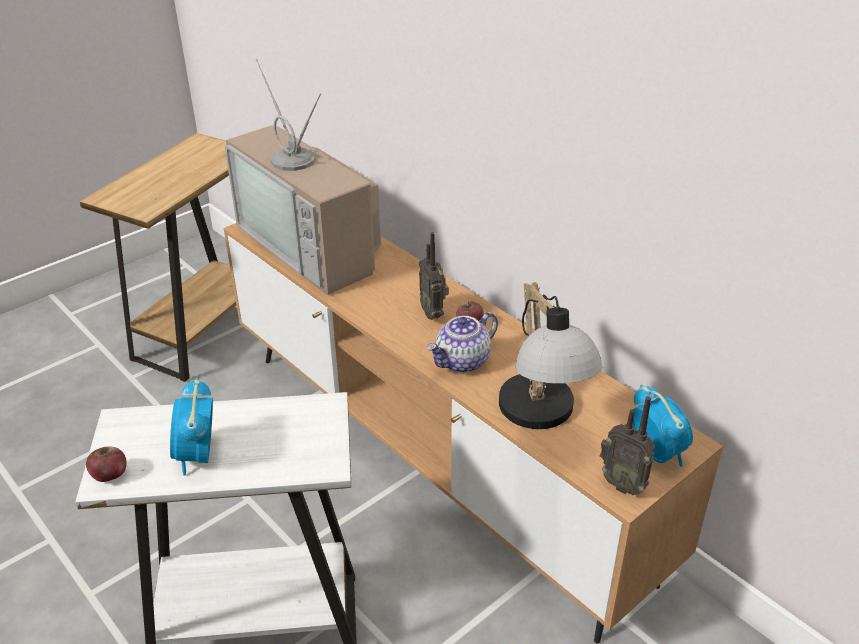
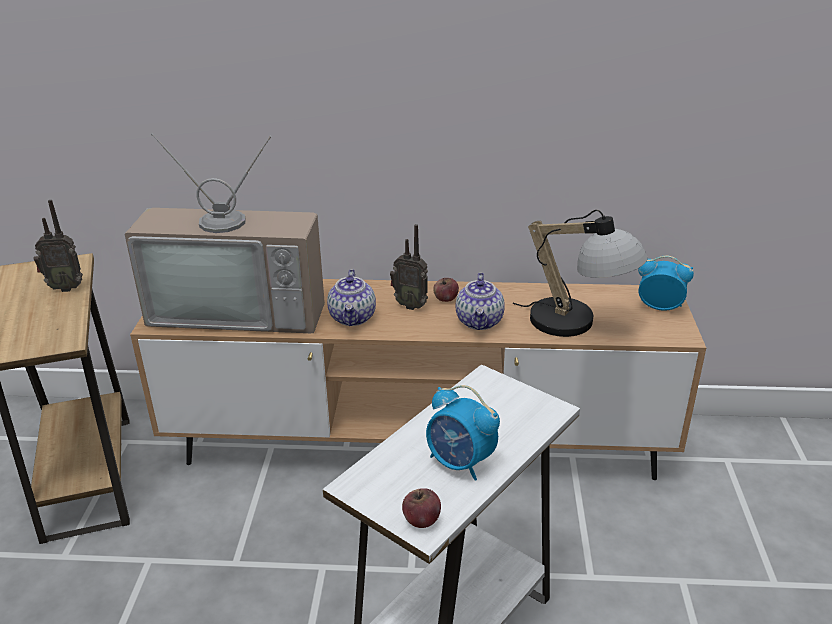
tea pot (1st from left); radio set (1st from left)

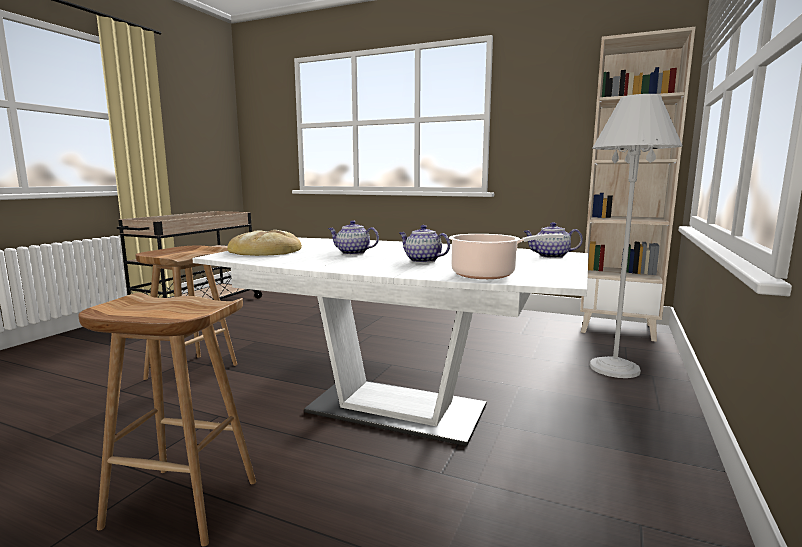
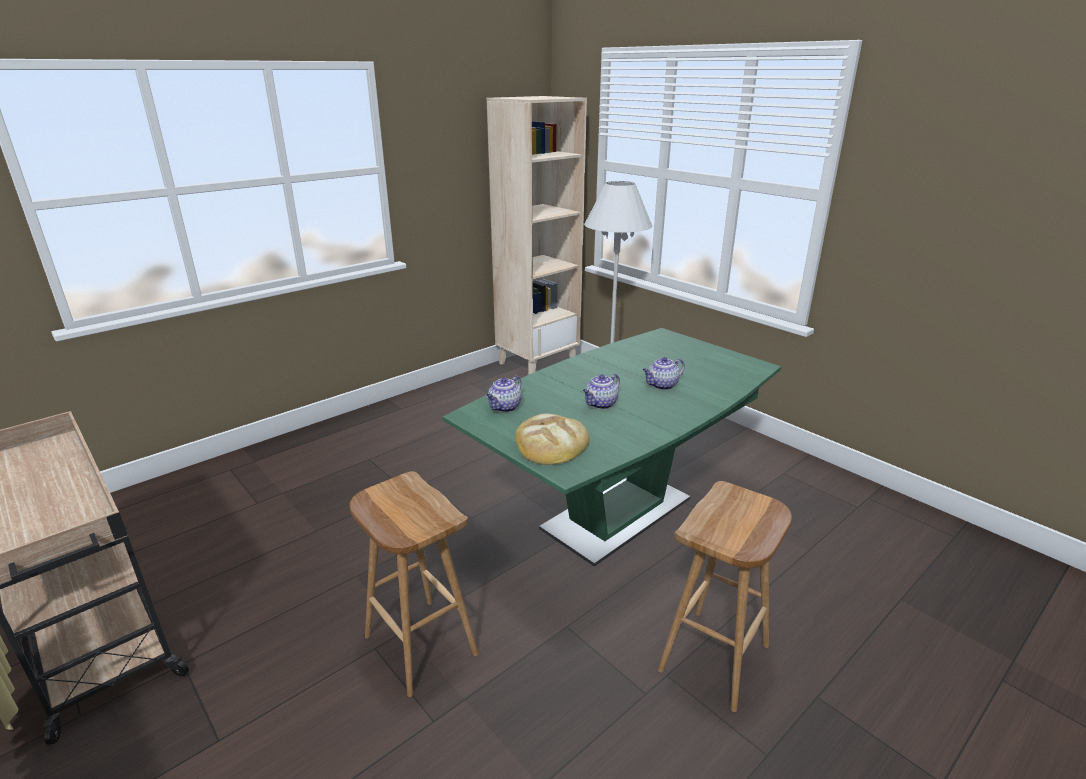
saucepot; tea pot (1st from left); greenish dining table

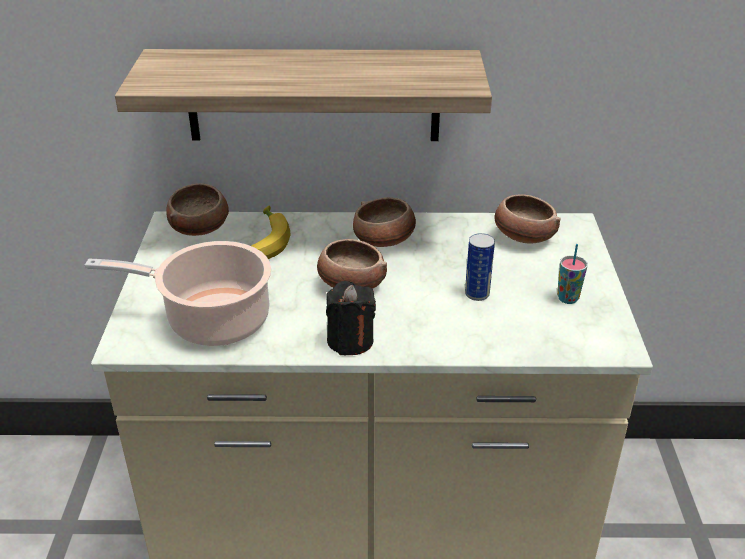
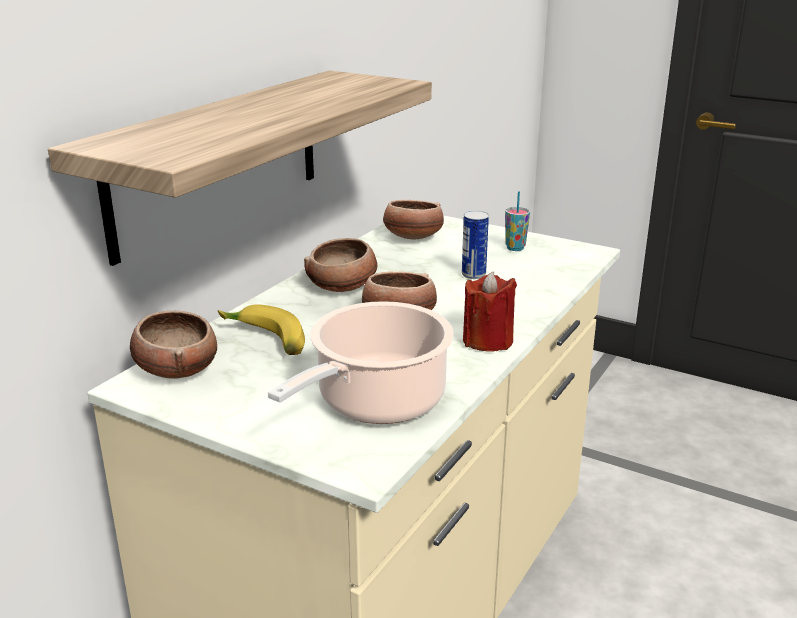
red wax candle

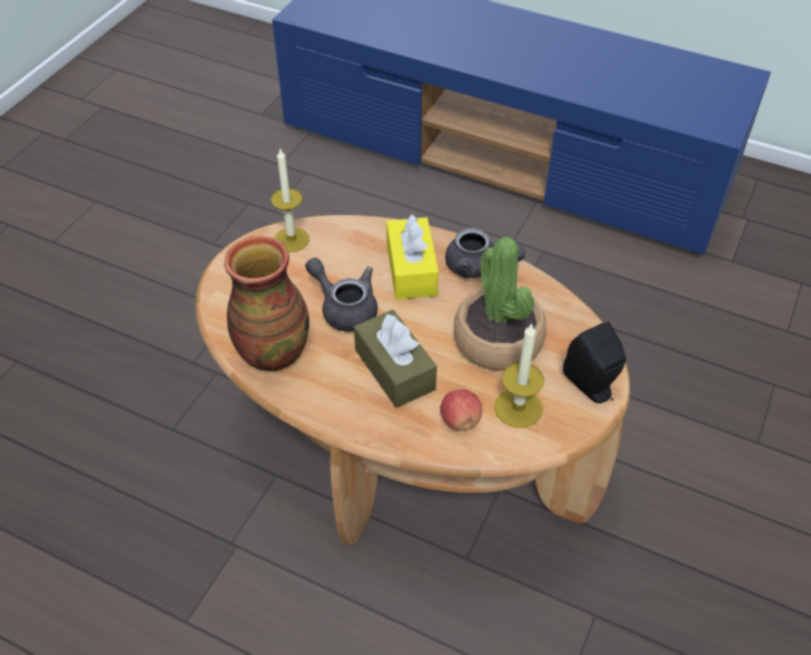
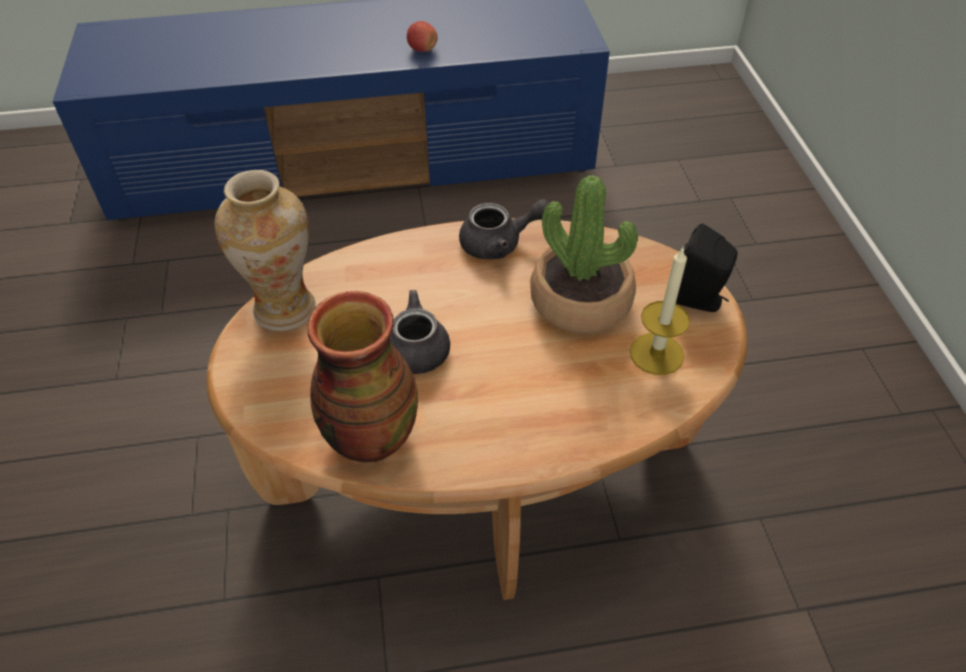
brownish tissue holder; yellow tissue holder; apple; flower vase (1st from left)

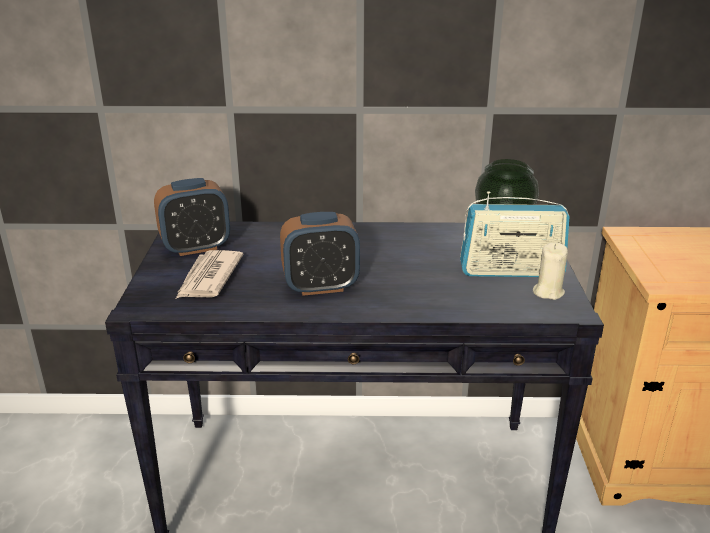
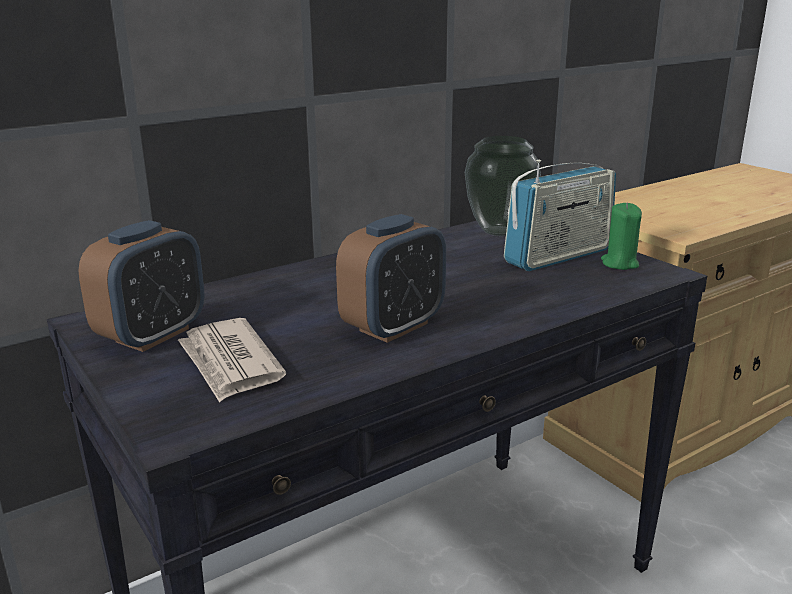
greenish wax candle

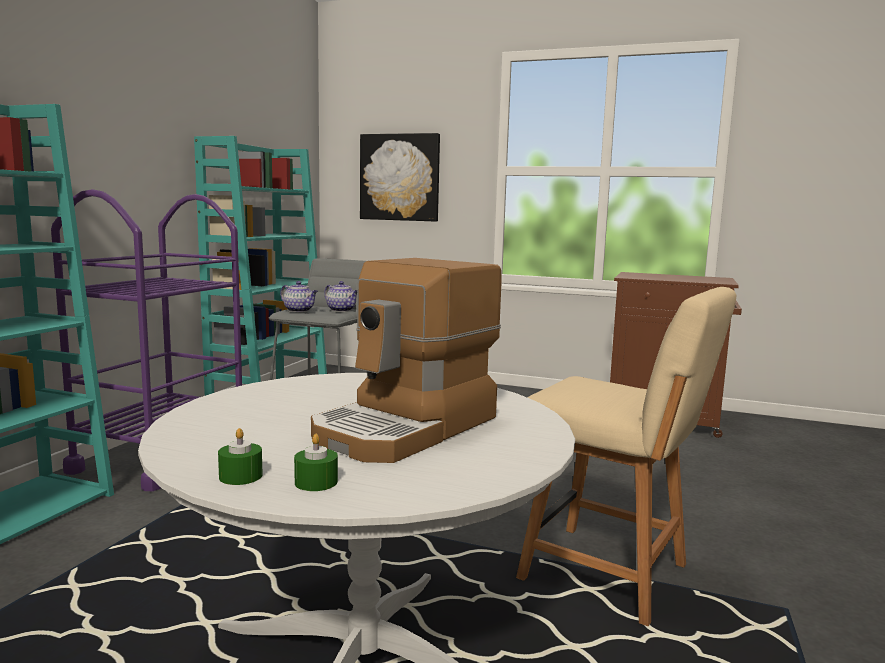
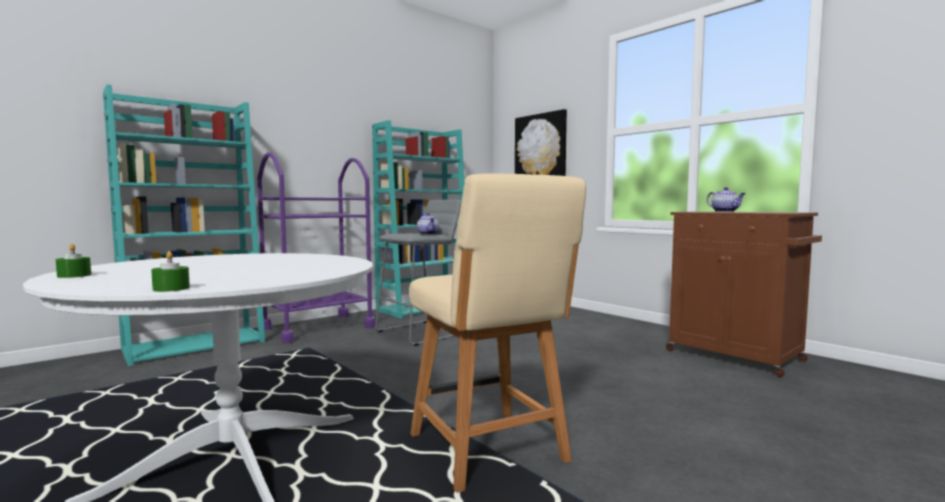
coffee maker; tea pot (2nd from left); greenish wax candle (2nd from left)

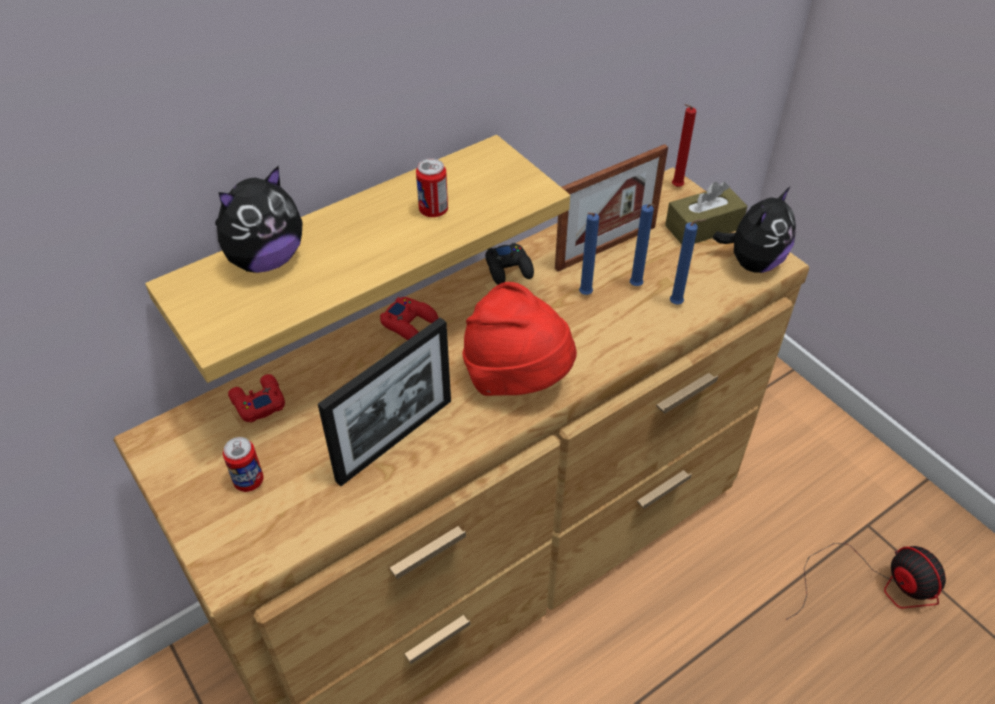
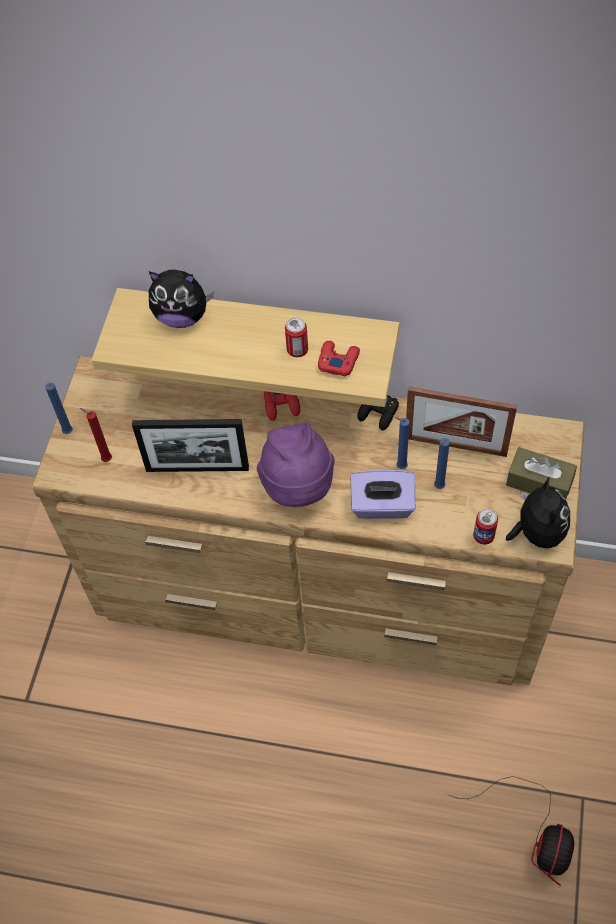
purplish tissue holder; metal can (2nd from left); red gamepad (2nd from left); blue wax candle (1st from left); red wax candle; purplish clothing hat; plush toy (2nd from left)

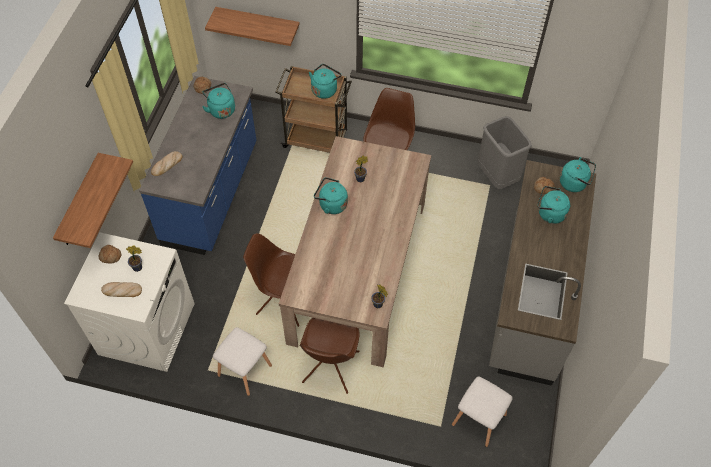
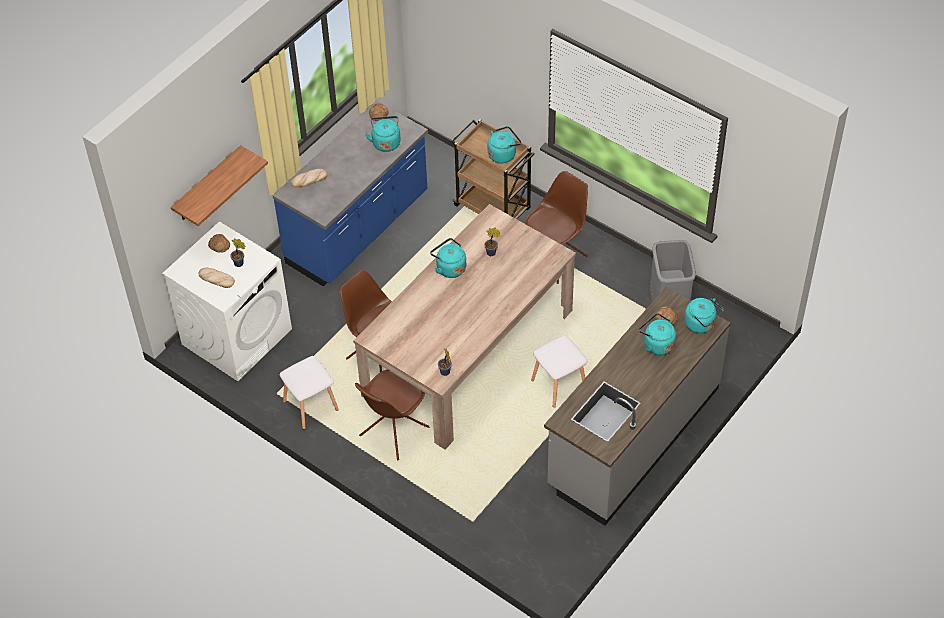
bracket shelf (2nd from left in the first image); white-coloured sitting stool (2nd from left)

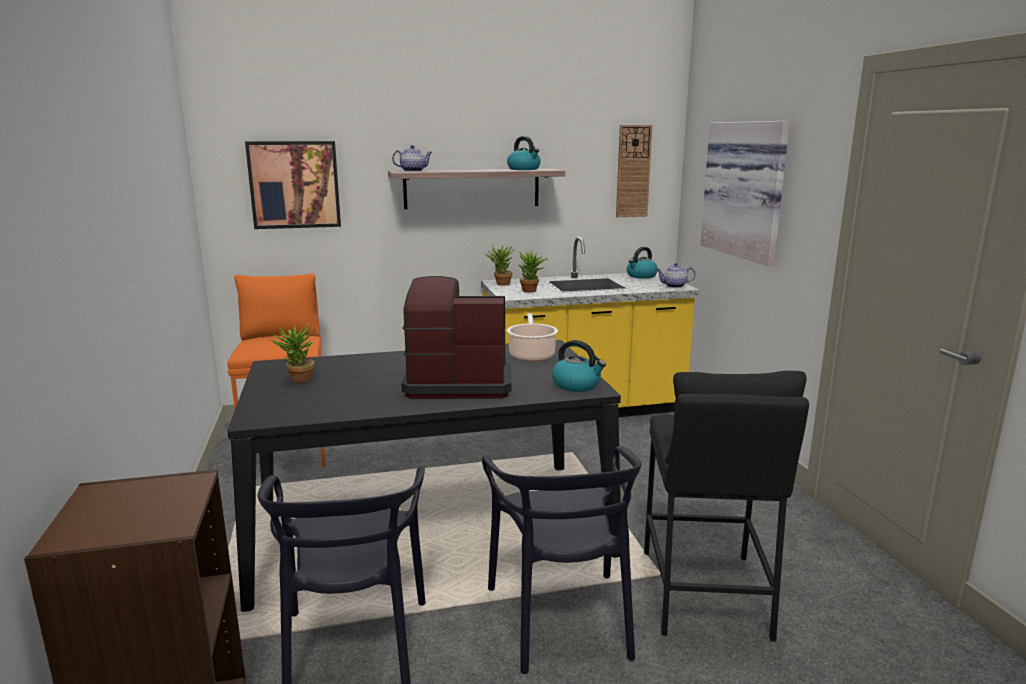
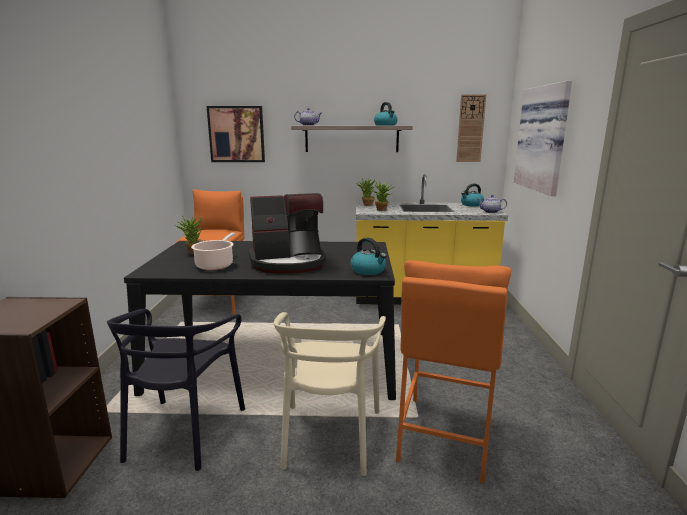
saucepot; beige upright chair; orangey sitting stool (2nd from left); coffee maker

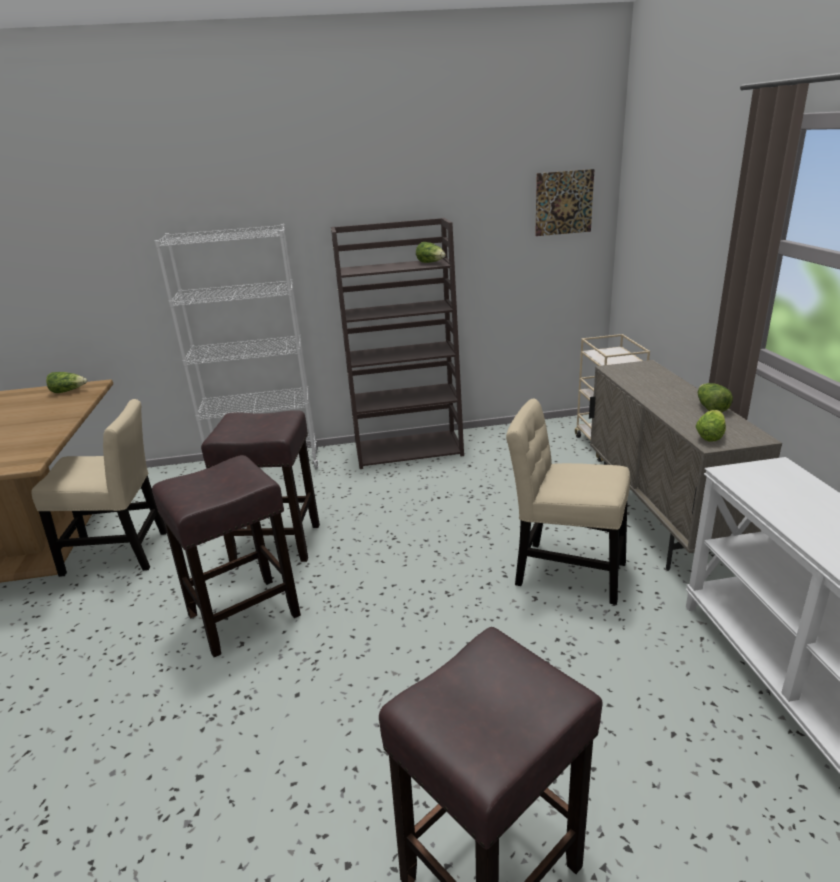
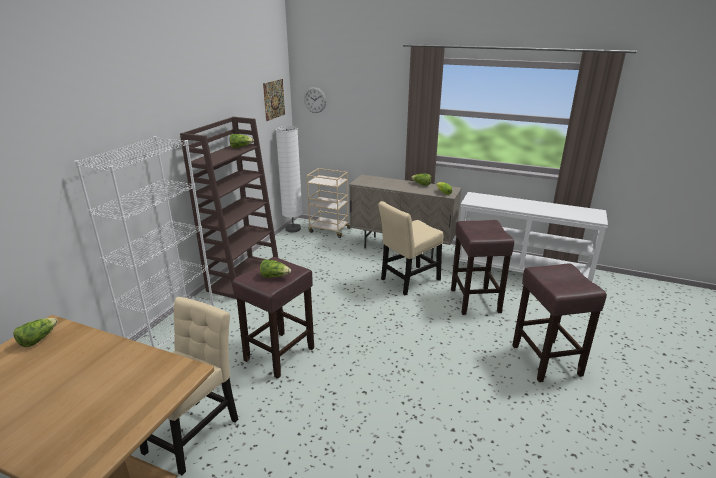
head of lettuce (3rd from left); white-coloured floor lamp; hanging clock; brownish sitting stool (2nd from left)

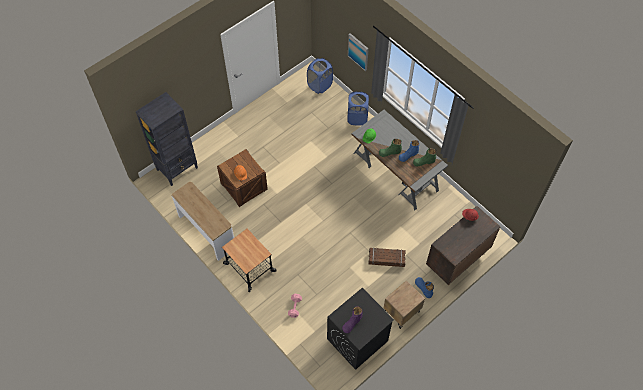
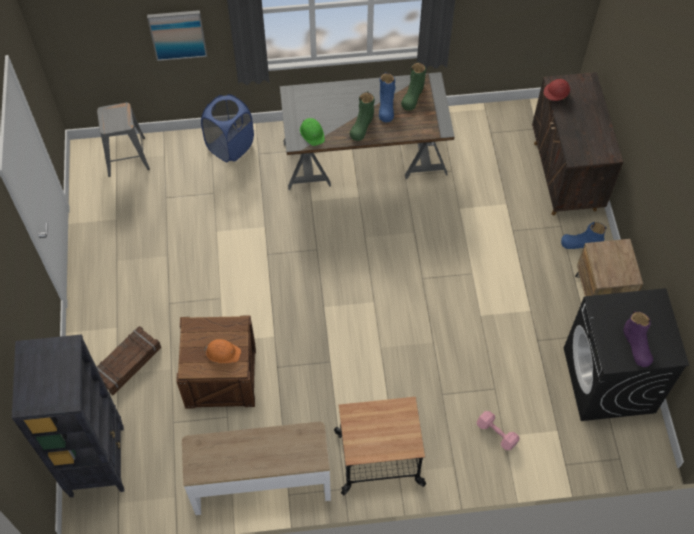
shipping crate (1st from left); greyish sitting stool

